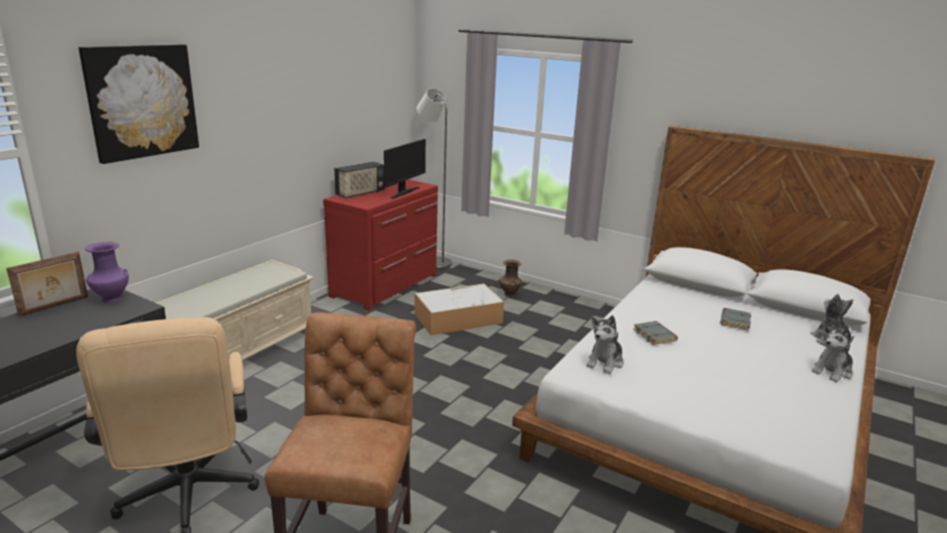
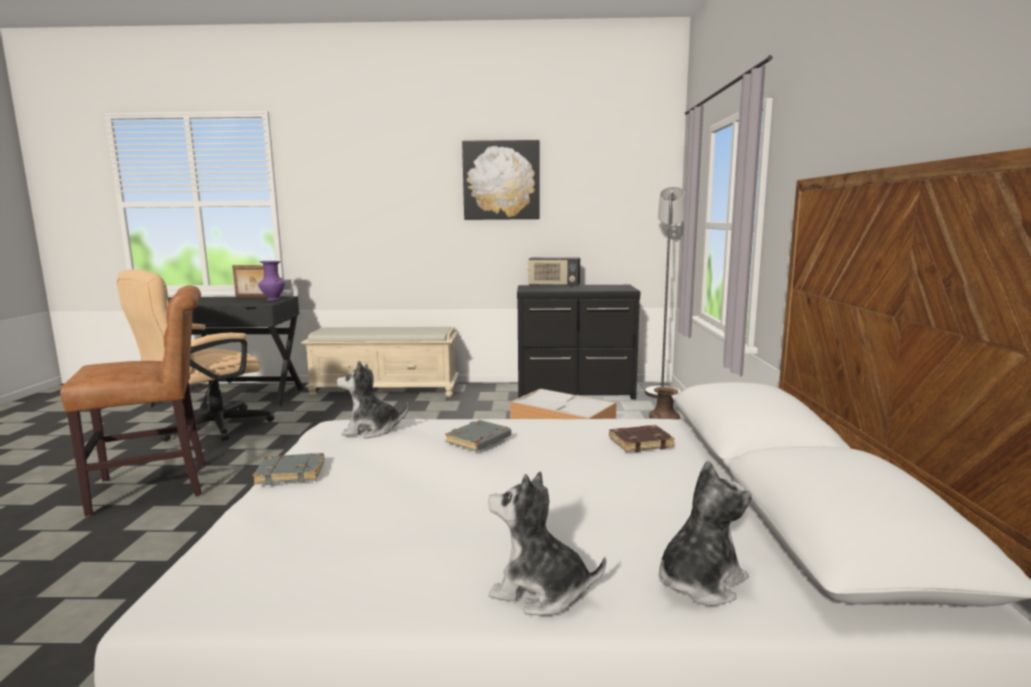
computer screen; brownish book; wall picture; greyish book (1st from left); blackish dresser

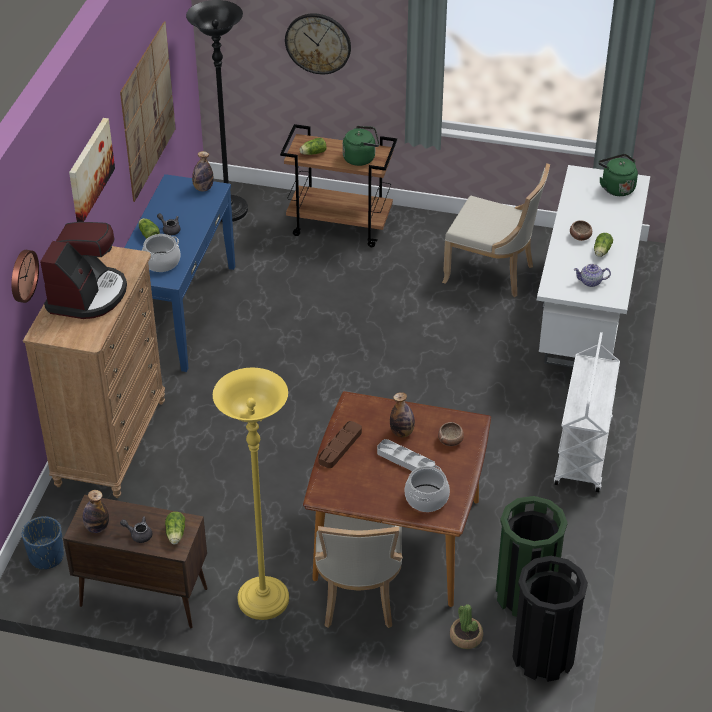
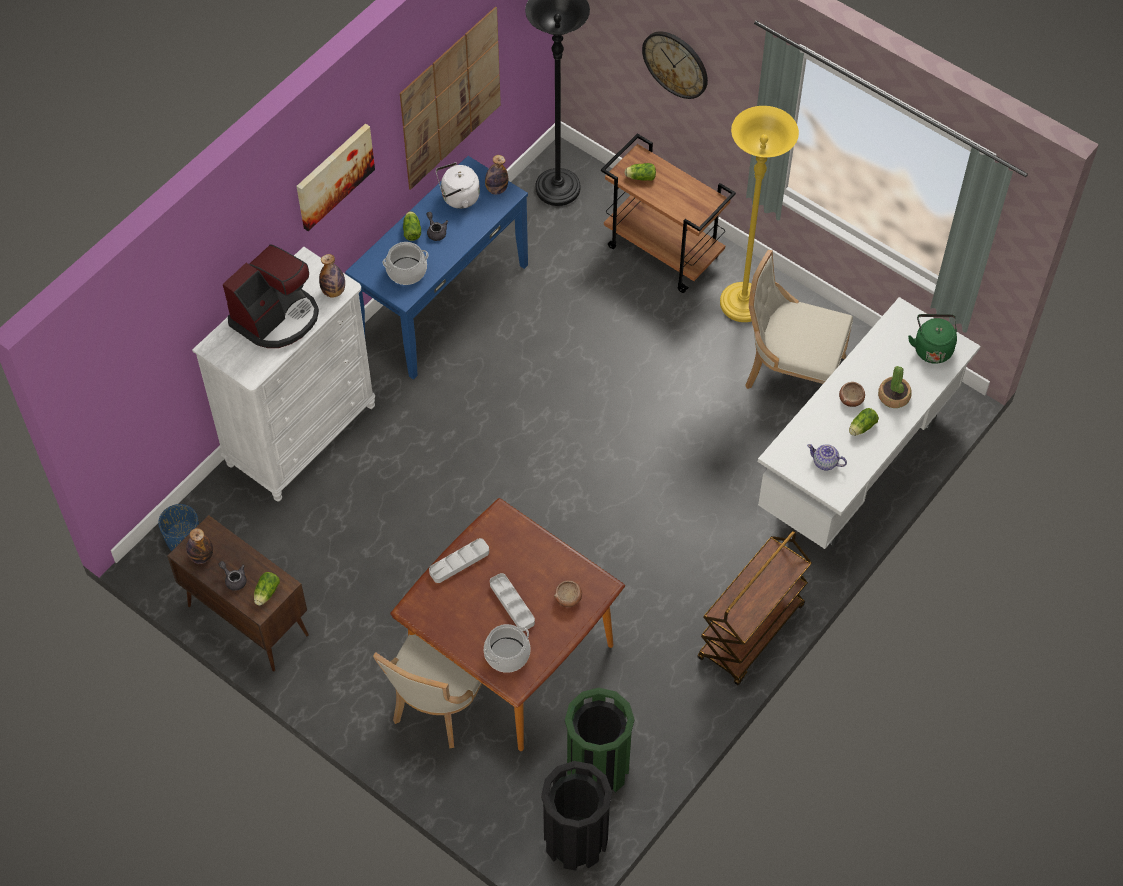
hanging clock (1st from left in the first image); greenish kettle (1st from left in the first image); white-coloured kettle; yellow floor lamp; bottle (2nd from left); plant in a pot; white-coloured dresser; greyish carrying tray (1st from left); brownish wheeled cart (2nd from left); beige upright chair (2nd from left)

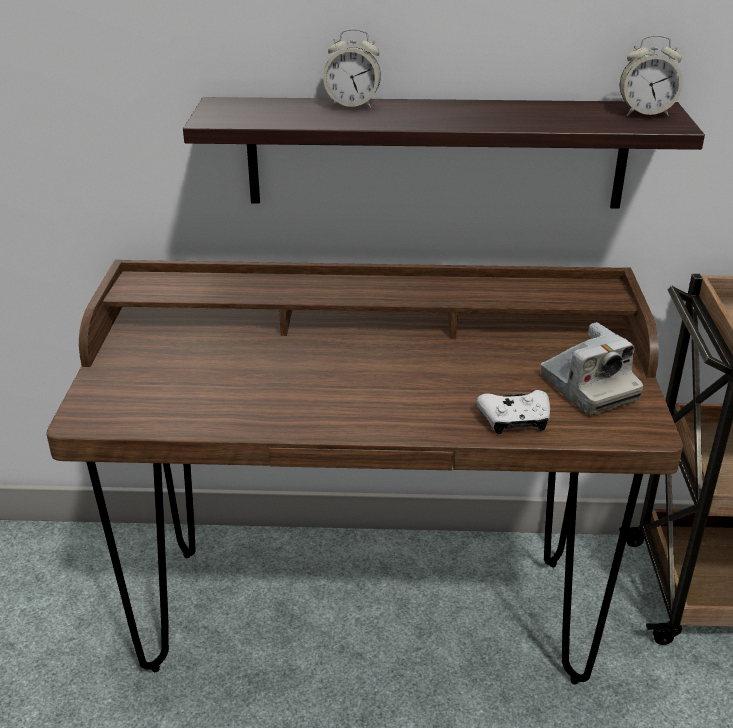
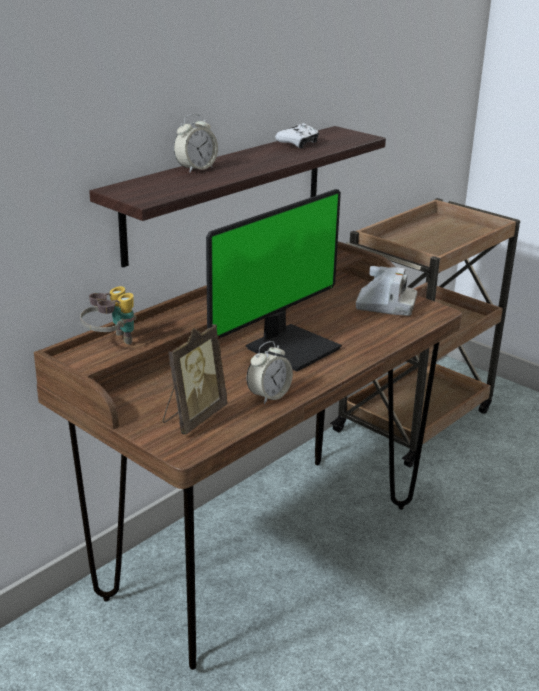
pair of binoculars; standing frame; computer screen; white-coloured gamepad; table clock (2nd from left)

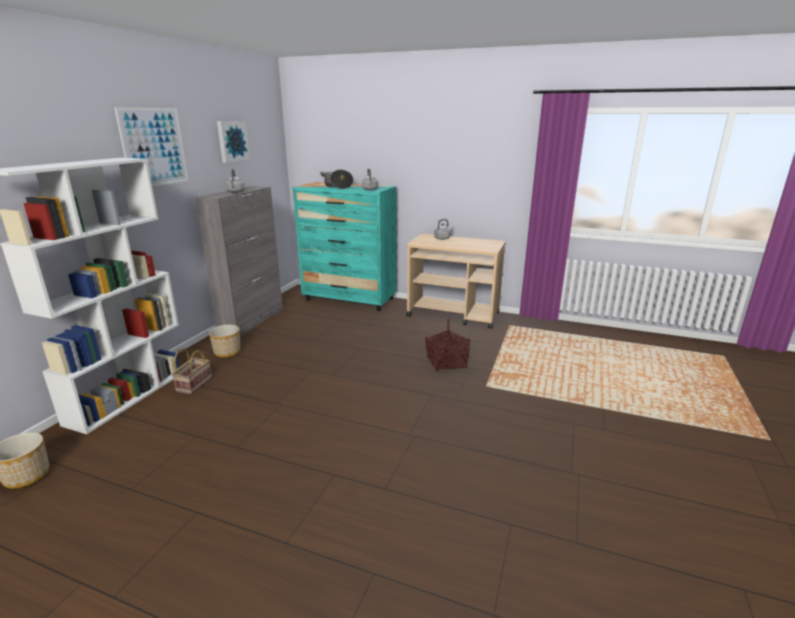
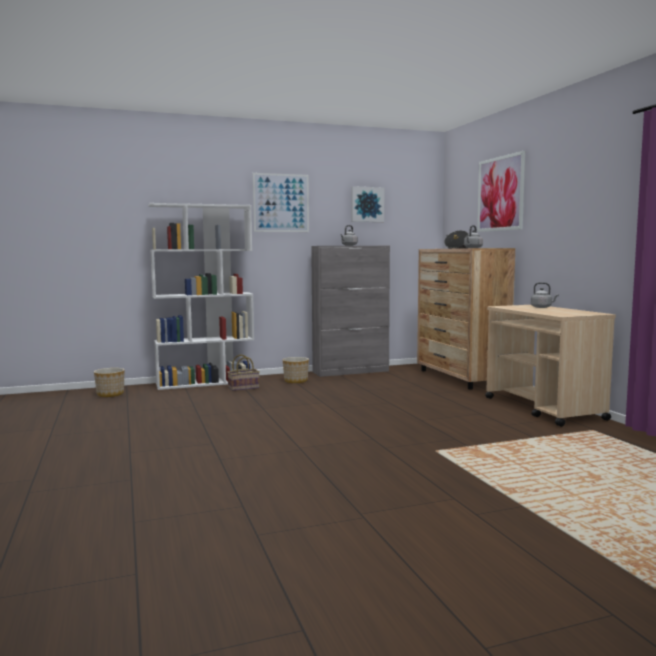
household basket (2nd from left in the first image); wall picture (3rd from left); brownish dresser

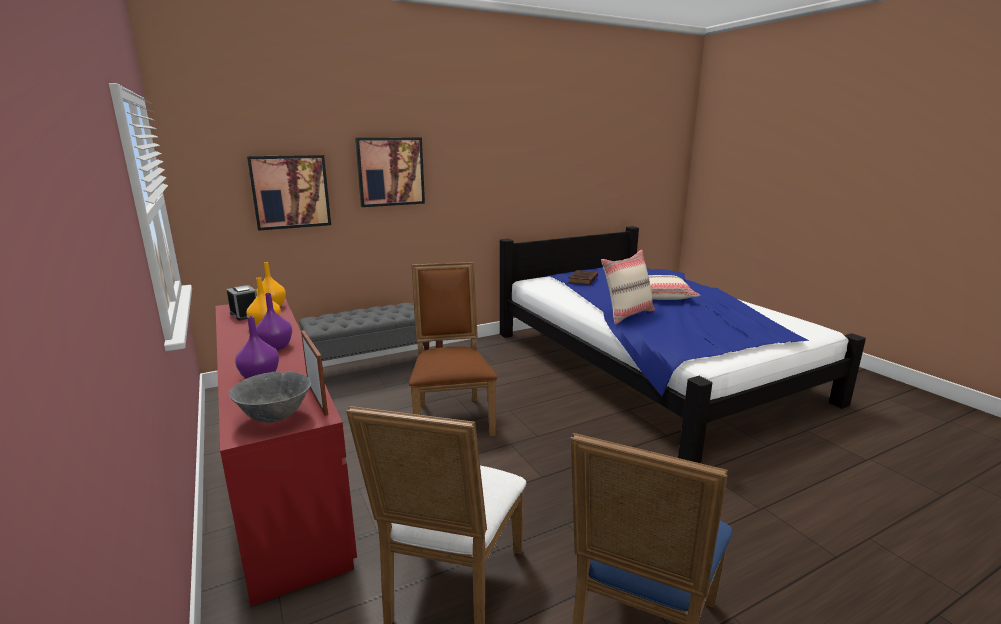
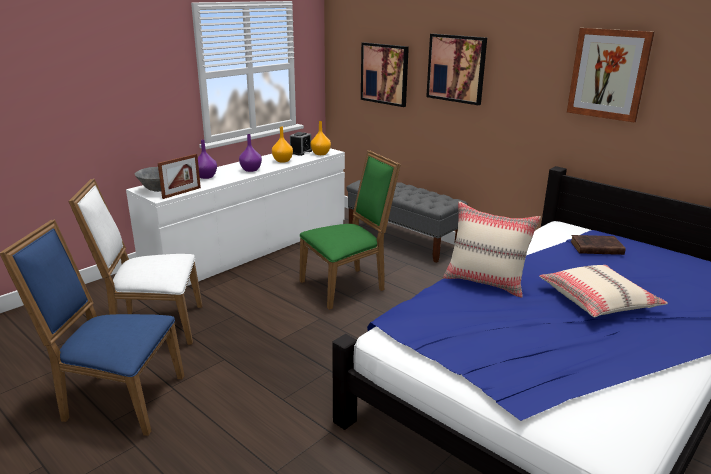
wall picture (3rd from left); white-coloured dresser; greenish upright chair

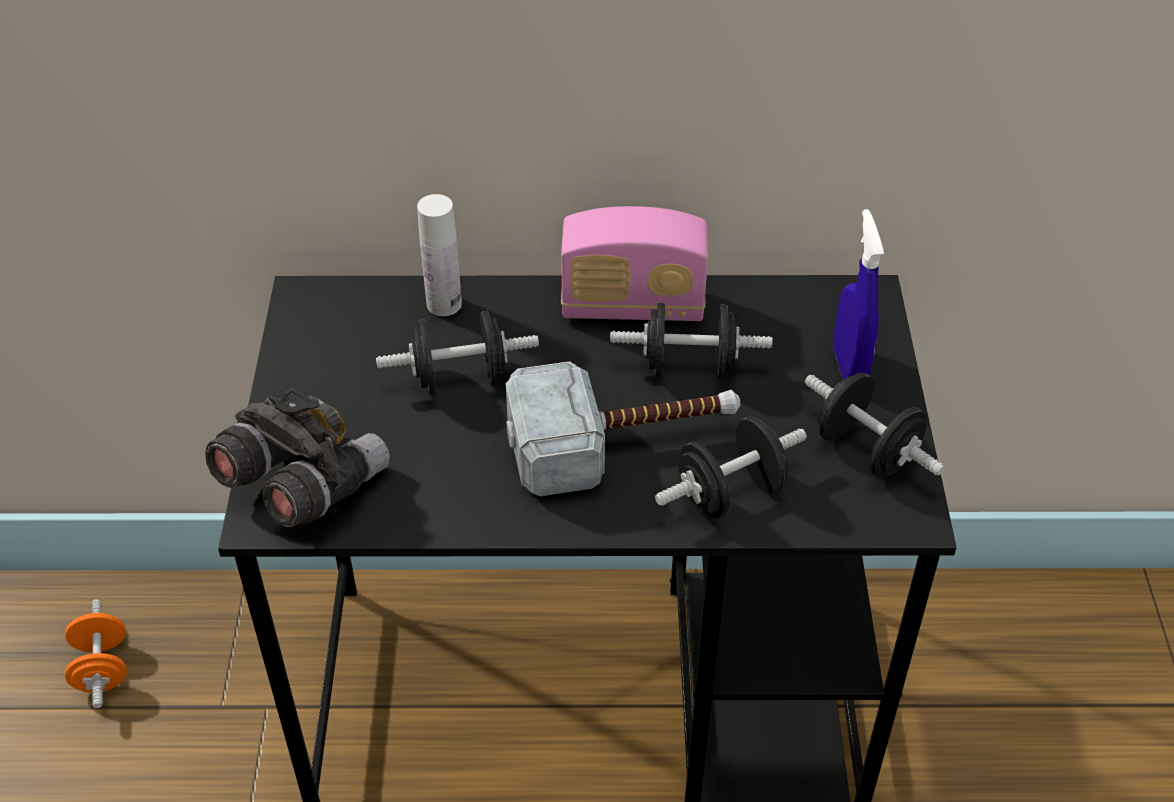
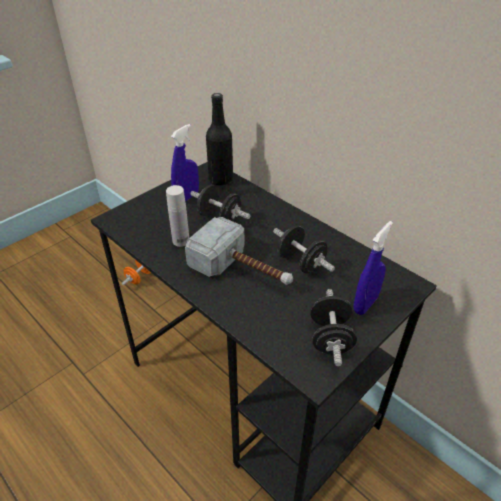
greyish pair of binoculars; radio set; blackish dumbbell (3rd from left in the first image); blue sprayer (1st from left); blackish bottle; white-coloured bottle

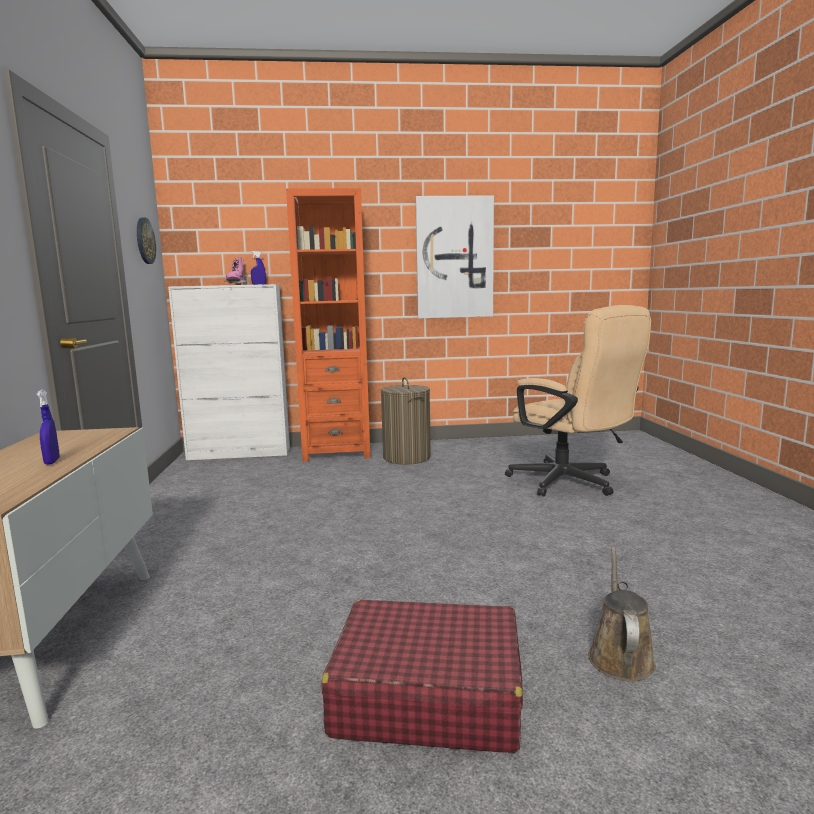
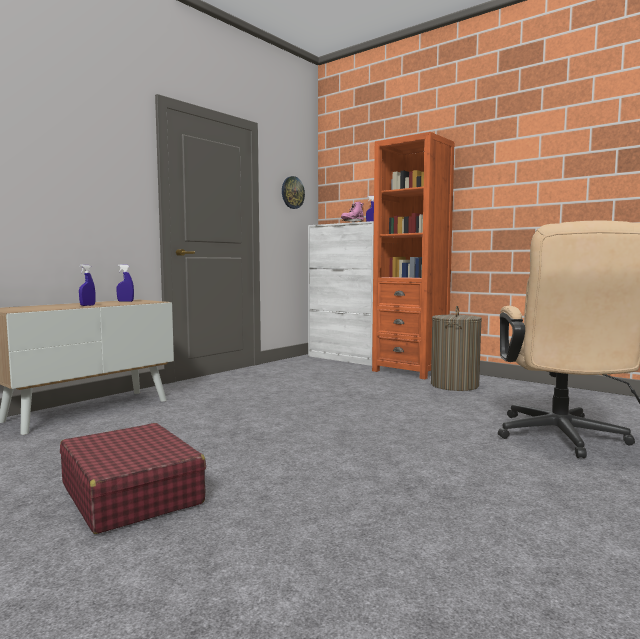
wall picture; brownish watering can; blue sprayer (2nd from left)

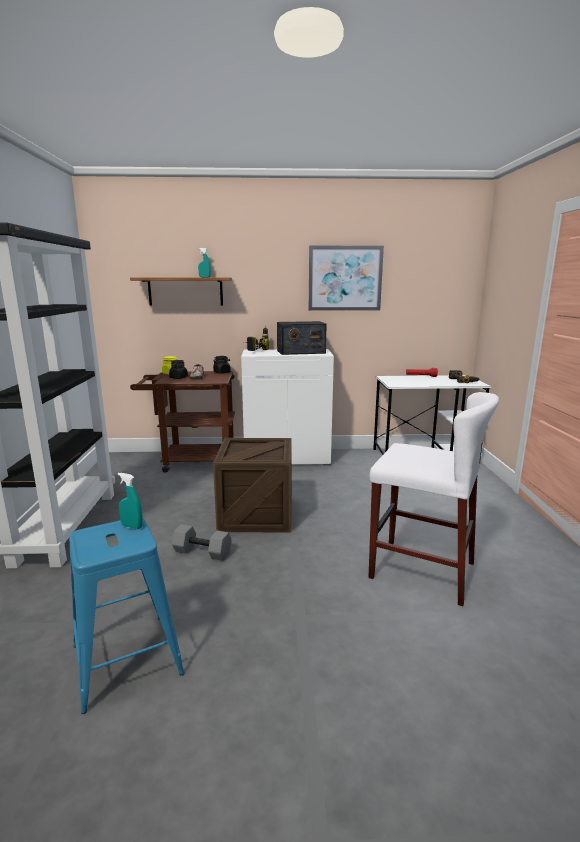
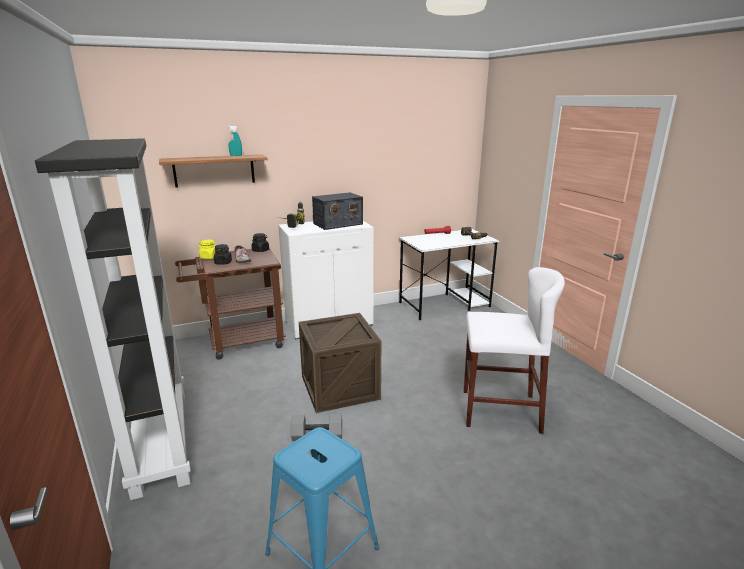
blue-green sprayer (1st from left in the first image); wall picture

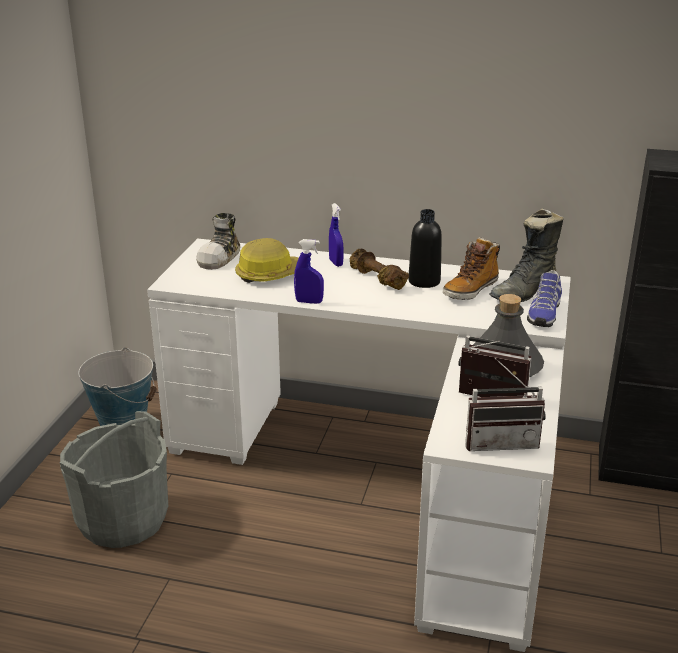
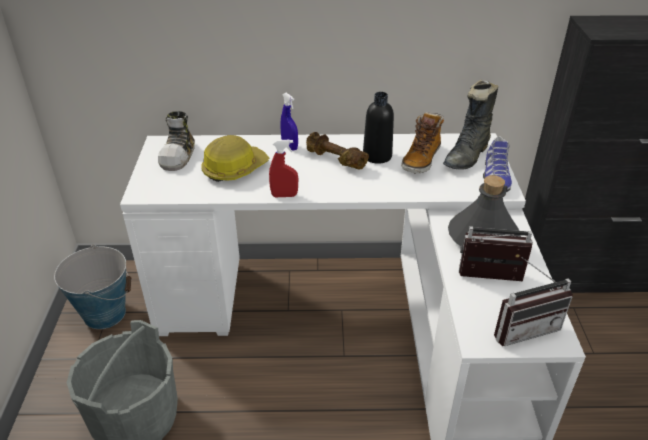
red sprayer

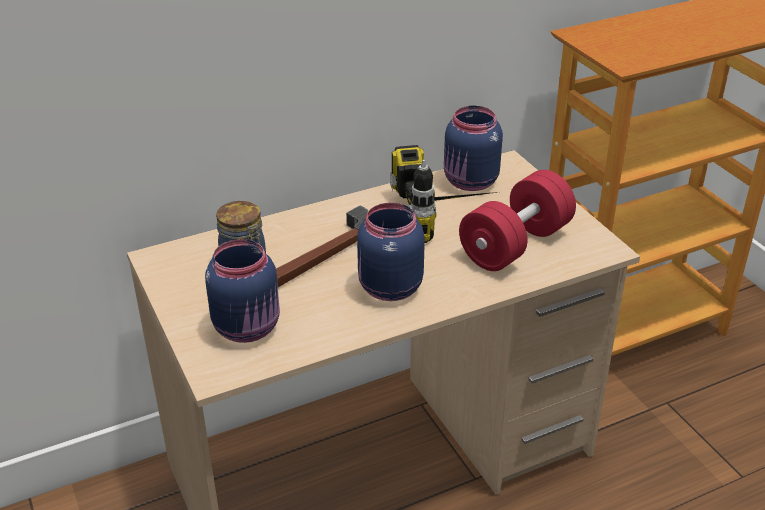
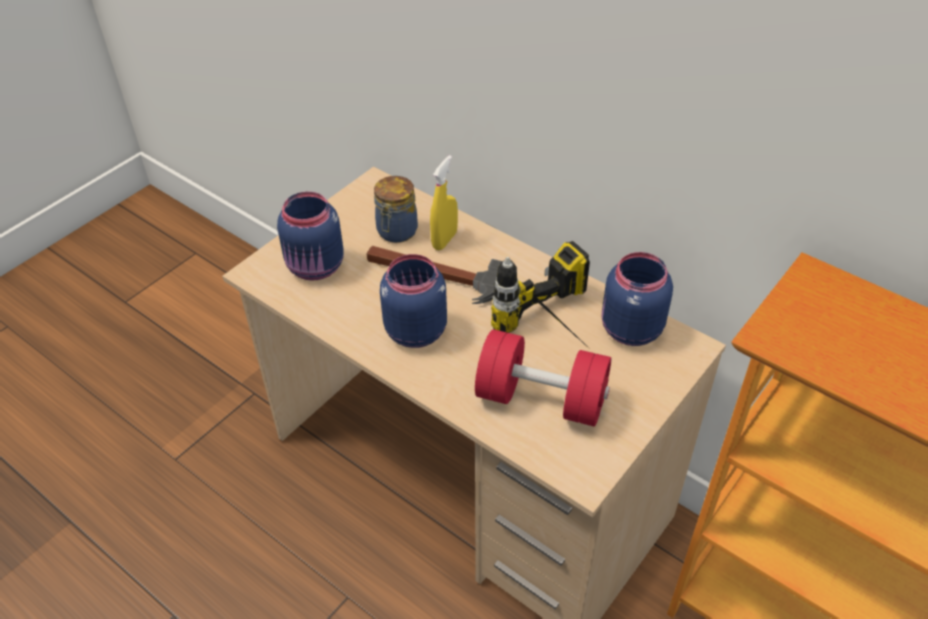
yellow sprayer

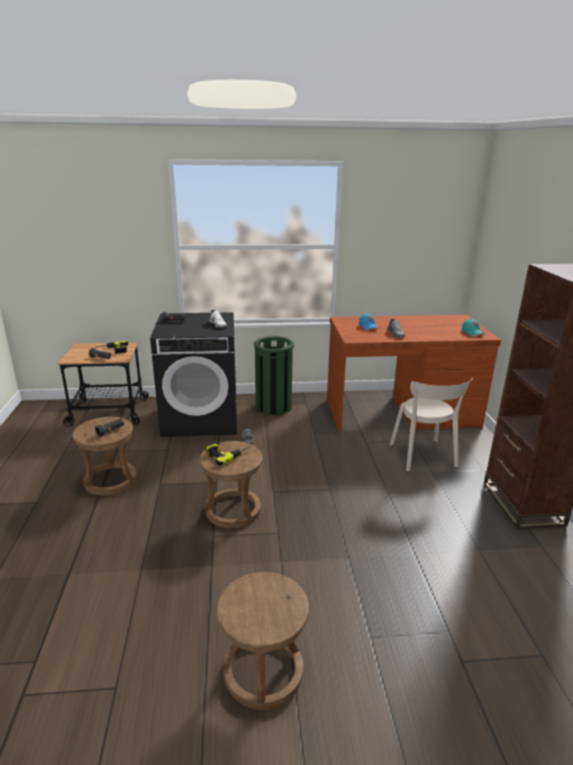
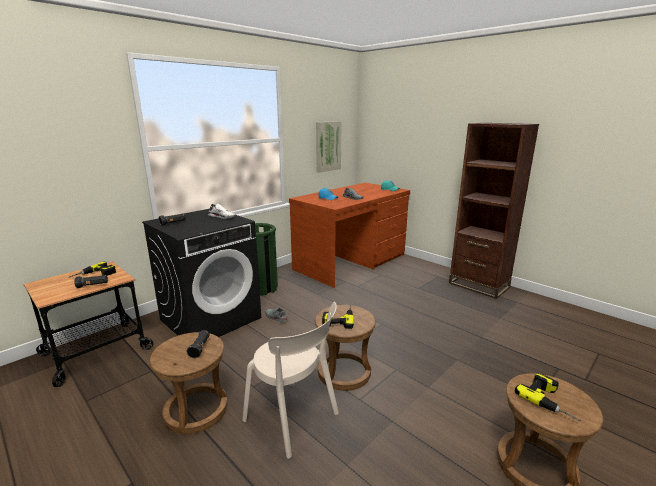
wall picture; drill (3rd from left); beige upright chair

